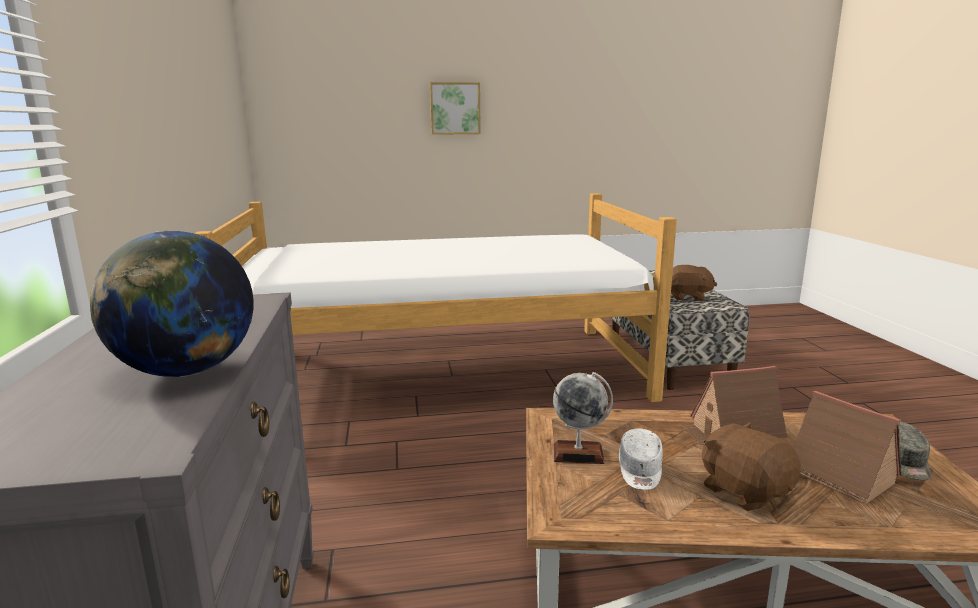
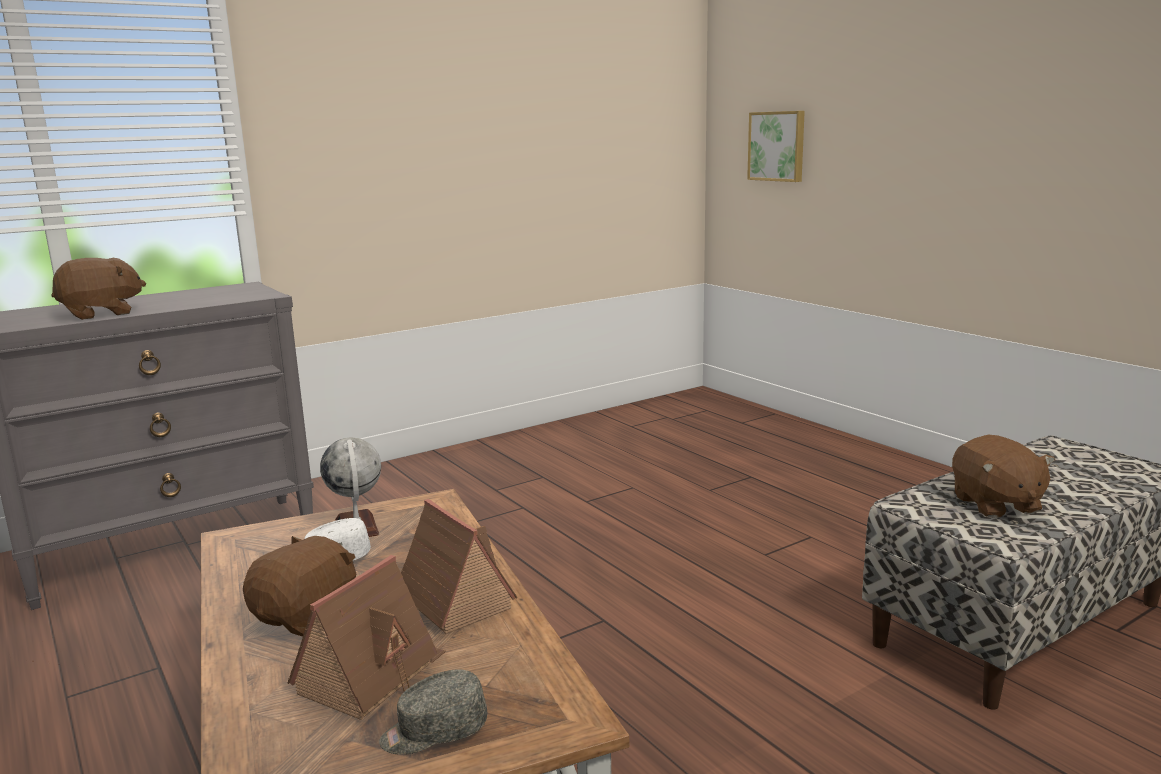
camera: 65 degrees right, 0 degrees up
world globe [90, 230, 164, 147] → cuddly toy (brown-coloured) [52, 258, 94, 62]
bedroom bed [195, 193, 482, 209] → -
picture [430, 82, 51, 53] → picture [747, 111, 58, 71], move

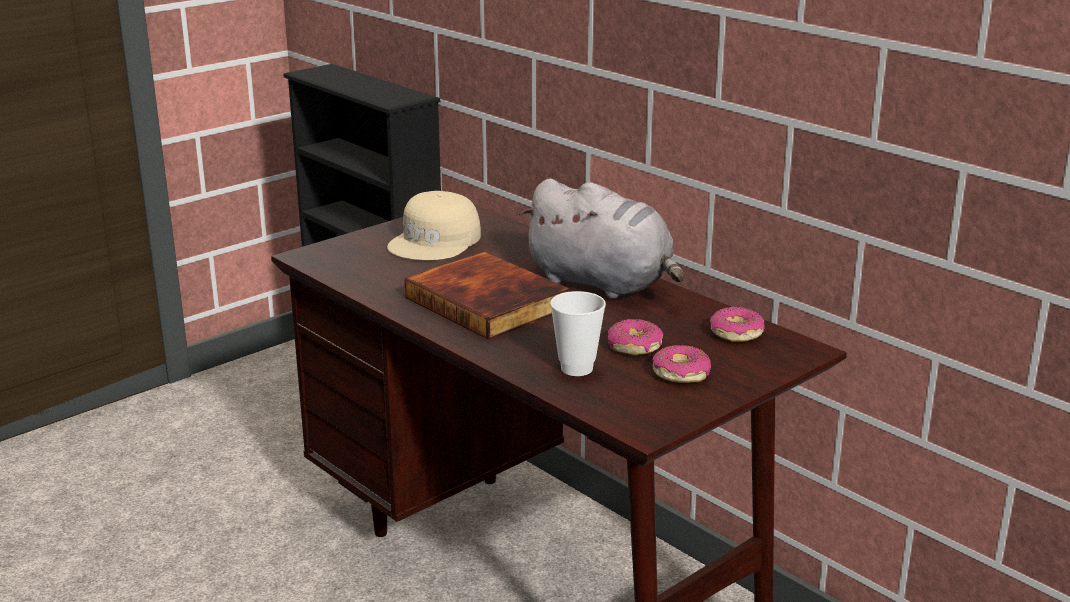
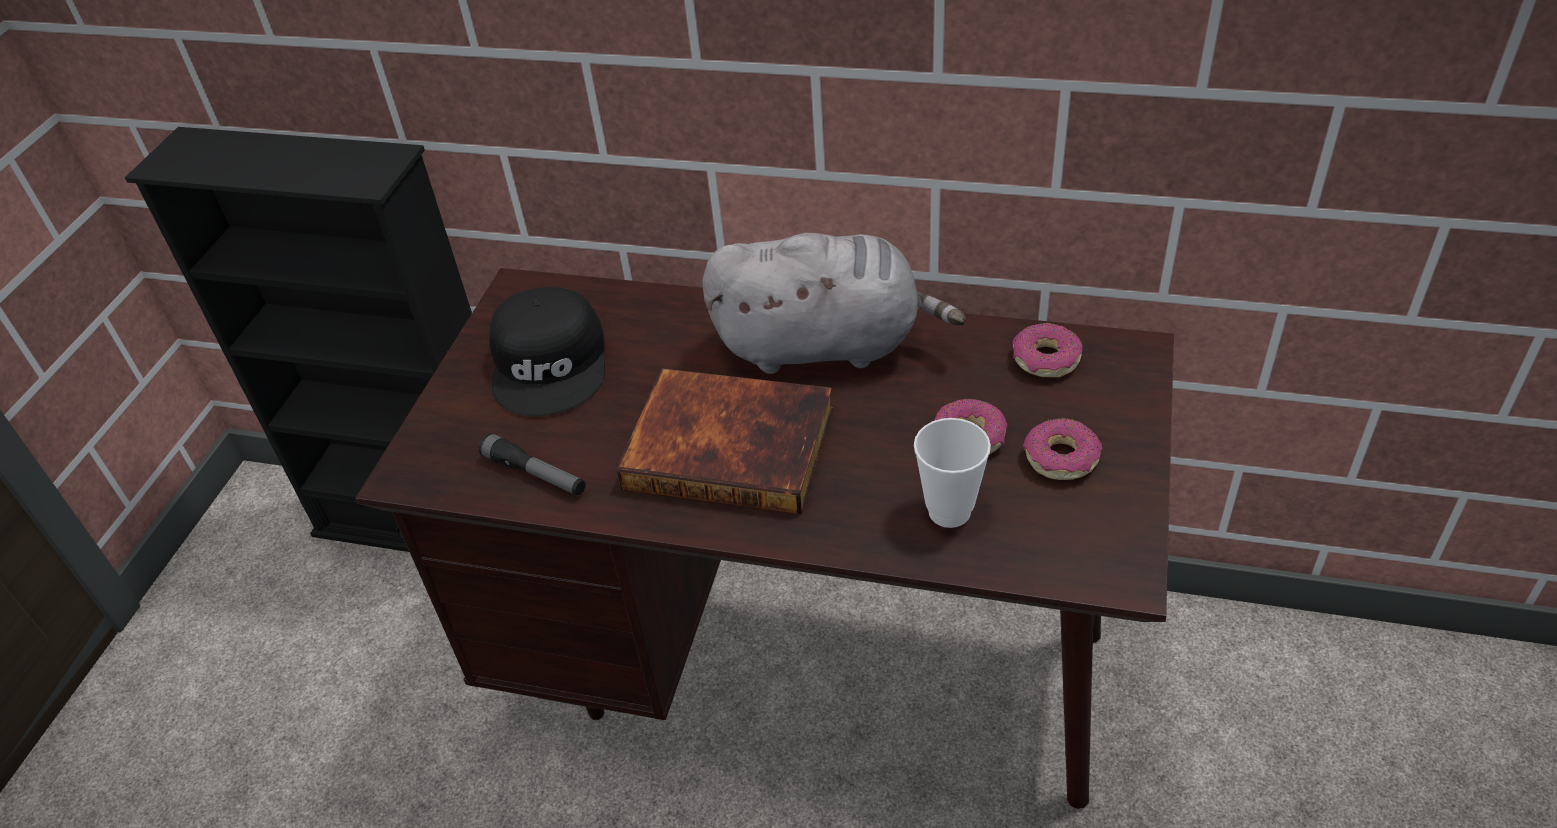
camera: 30 degrees left, 20 degrees up
cap (sand-coloured) [387, 191, 94, 69] → cap (blackish) [489, 287, 116, 129]
- → flashlight [479, 433, 107, 62]

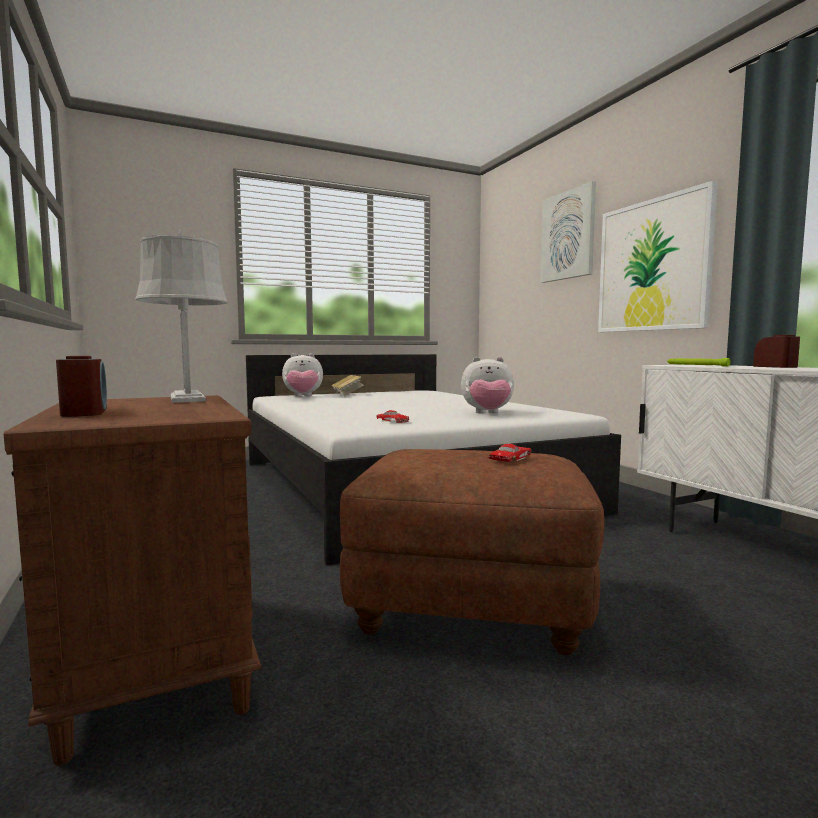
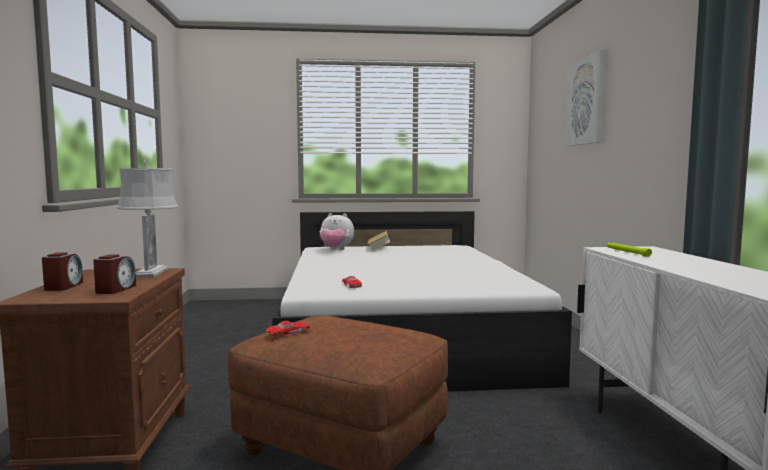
camera: 20 degrees right, 0 degrees up
cuddly toy [461, 357, 53, 56] → -
miniature car (red) [488, 444, 44, 18] → miniature car (red) [266, 321, 45, 15], move
picture [598, 181, 120, 151] → -
table clock [753, 335, 47, 33] → table clock [93, 254, 43, 40], move

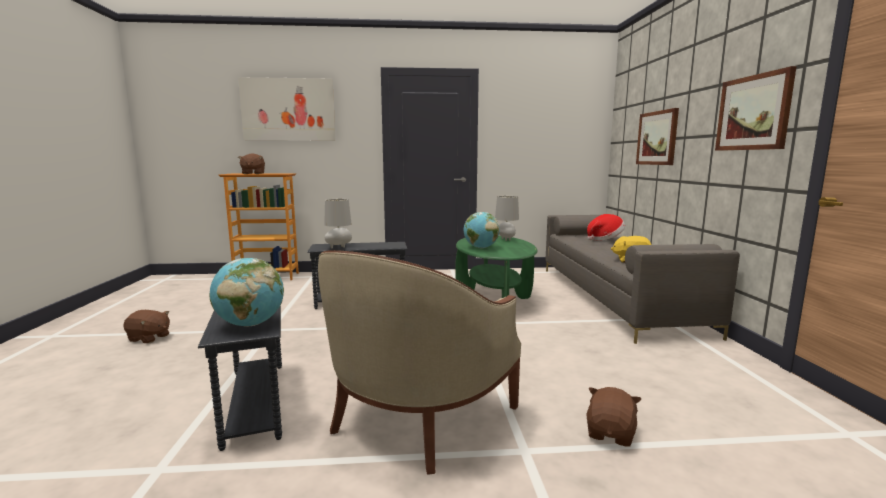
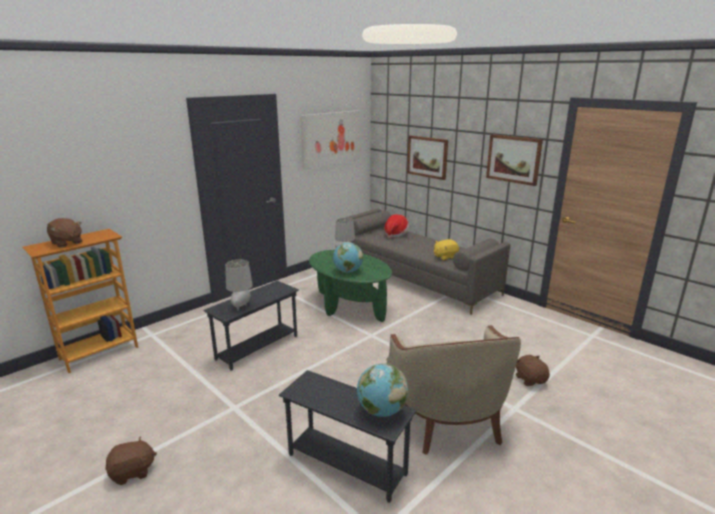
camera: 40 degrees left, 10 degrees up
picture [238, 77, 98, 64] → picture [301, 111, 59, 58], move

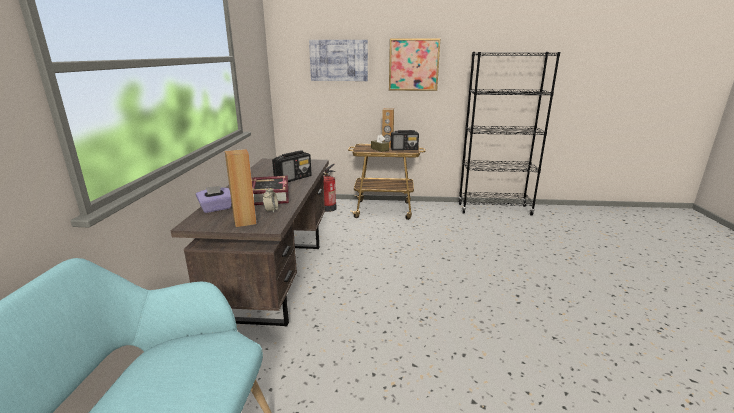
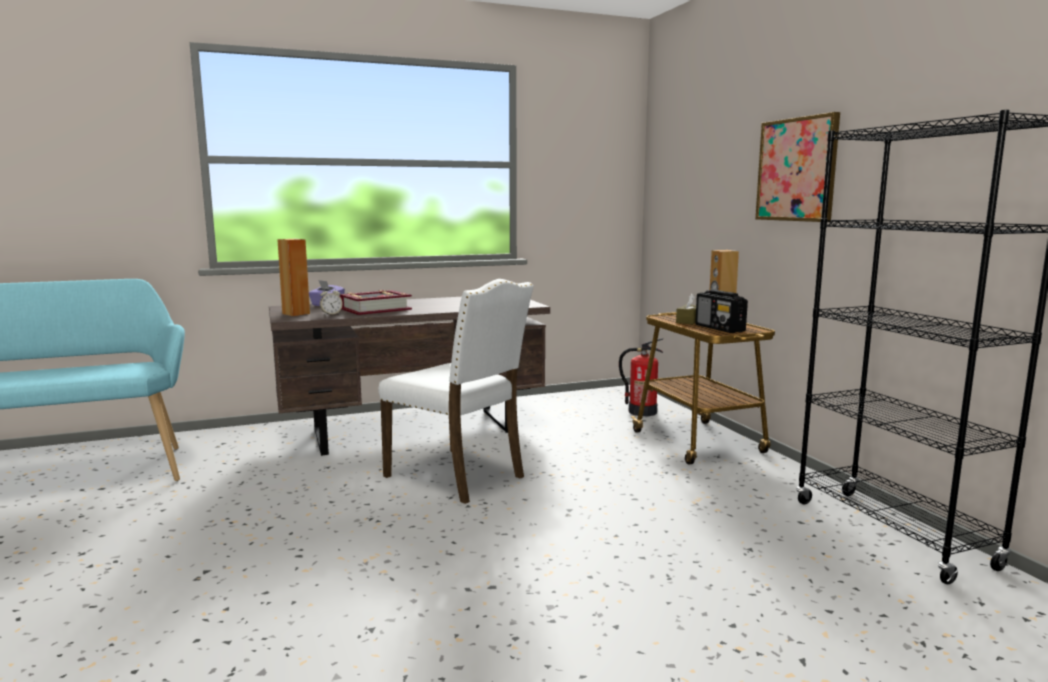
camera: 65 degrees right, 10 degrees down
radio receiver [272, 150, 39, 32] → -
picture [309, 40, 59, 41] → -
- → upright chair (white-coloured) [379, 279, 155, 225]

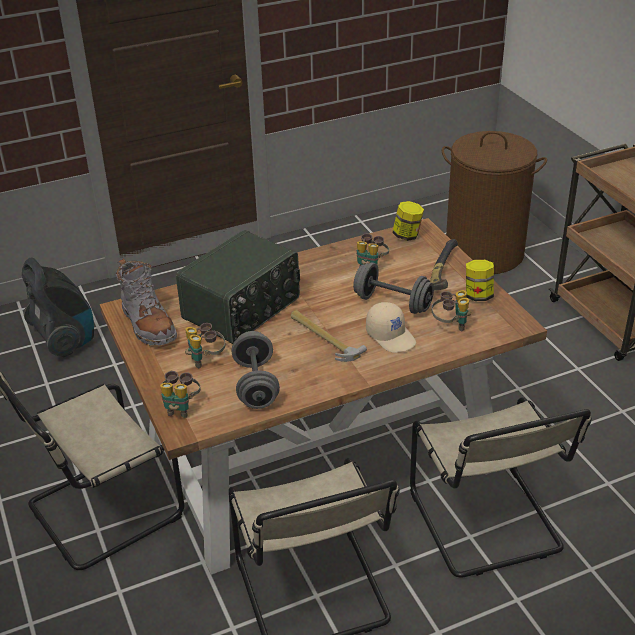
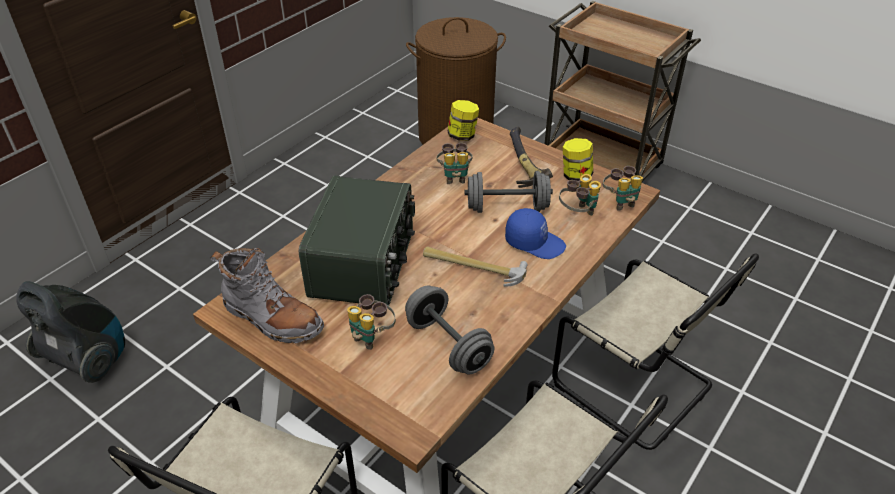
camera: 30 degrees left, 5 degrees up
binoculars [160, 371, 41, 47] → binoculars [603, 166, 40, 45], move
cap (sand-coloured) [366, 302, 50, 51] → cap (bluish) [505, 208, 61, 51]

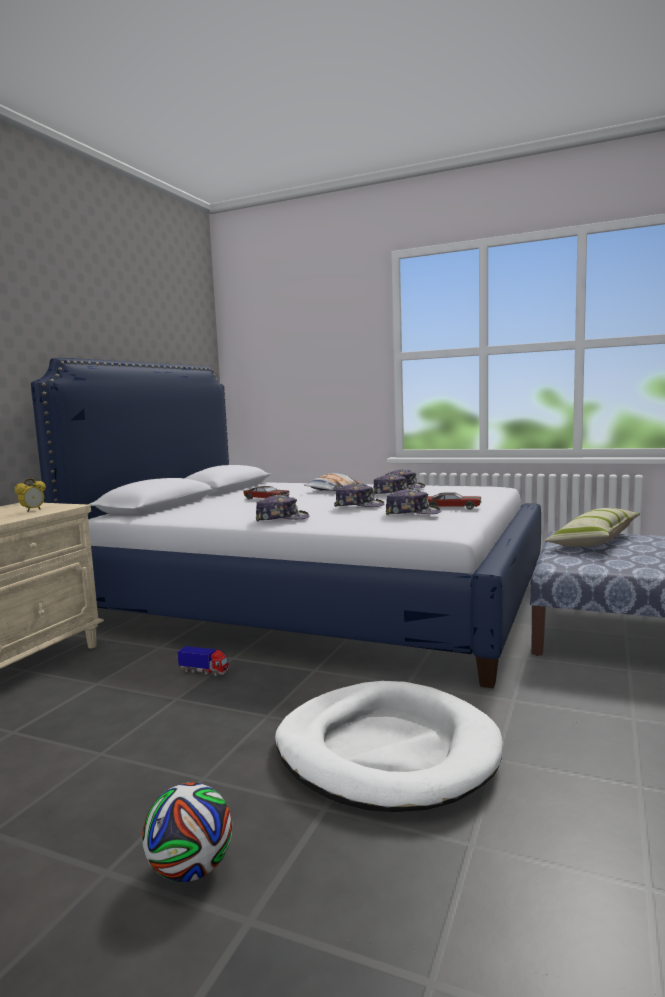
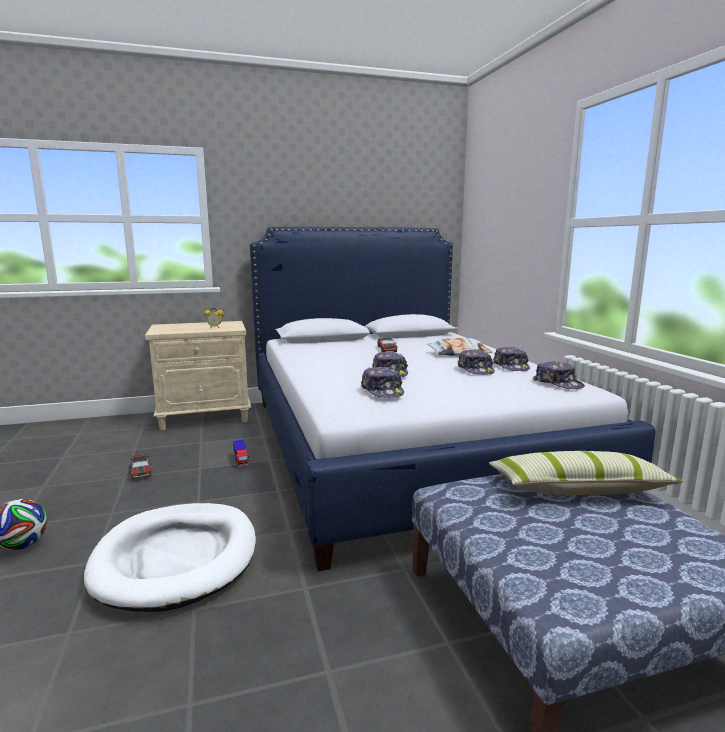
camera: 50 degrees right, 5 degrees up
cap [256, 495, 53, 27] → cap [534, 361, 51, 28], move
miniature car [426, 492, 56, 17] → miniature car [129, 454, 22, 25], move

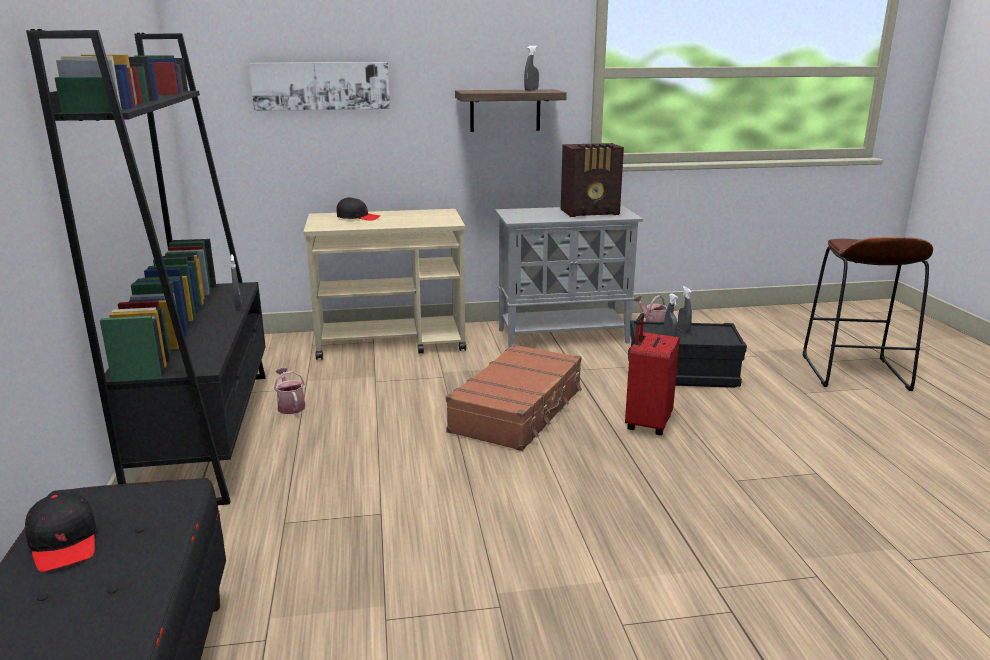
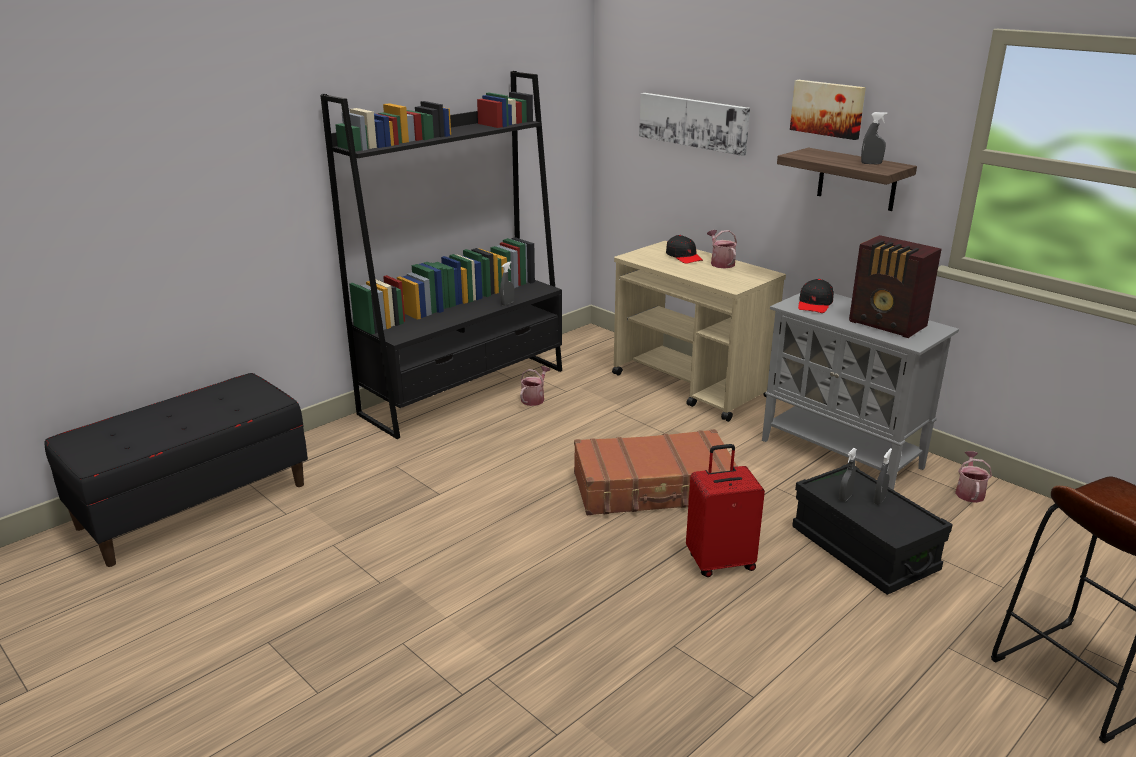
camera: 55 degrees right, 5 degrees up
cap (blackish) [25, 492, 71, 80] → cap (blackish) [798, 279, 36, 34], move
- → watering pot [707, 230, 30, 38]
- → picture [790, 80, 76, 60]

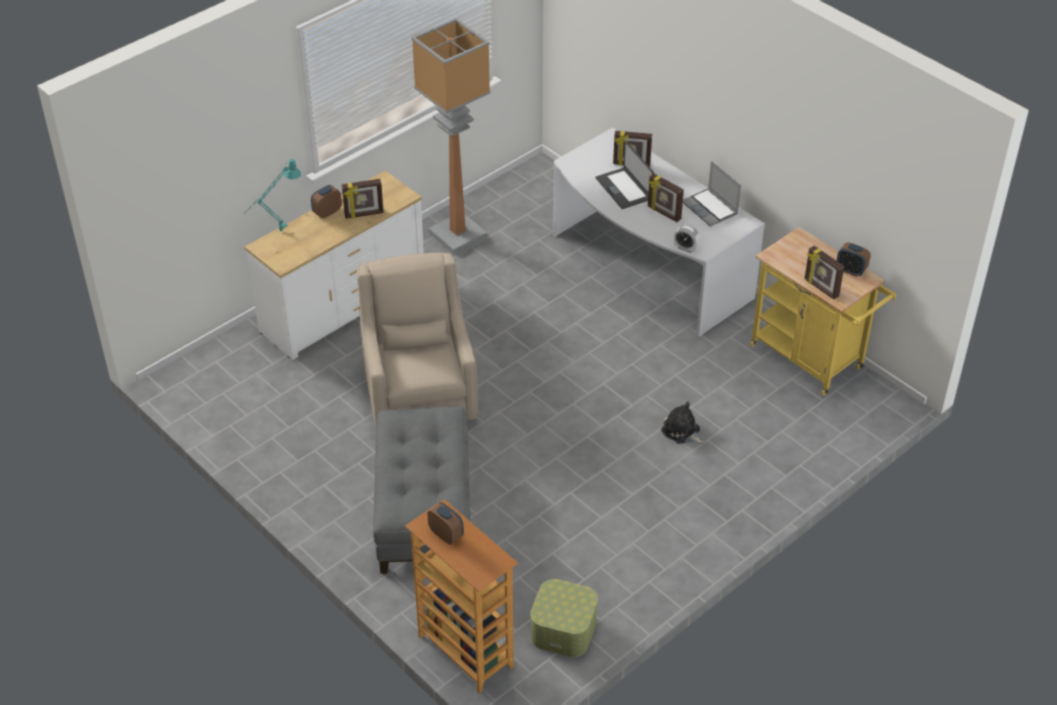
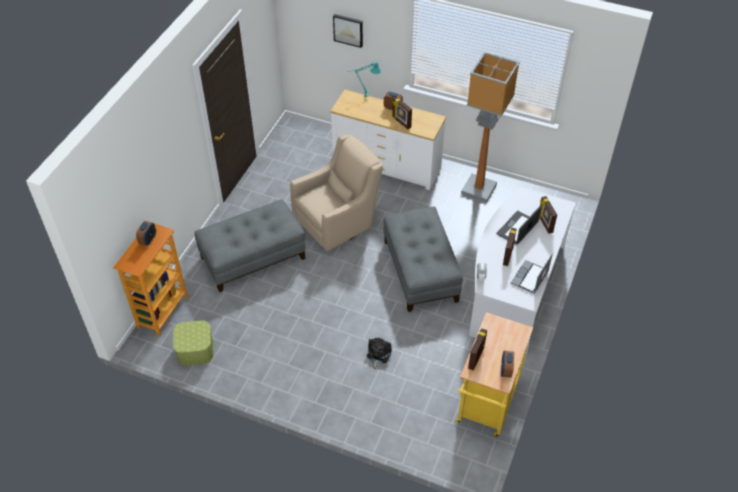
camera: 65 degrees right, 5 degrees up
- → picture [333, 14, 30, 34]
- → footrest (grey) [384, 207, 79, 105]

